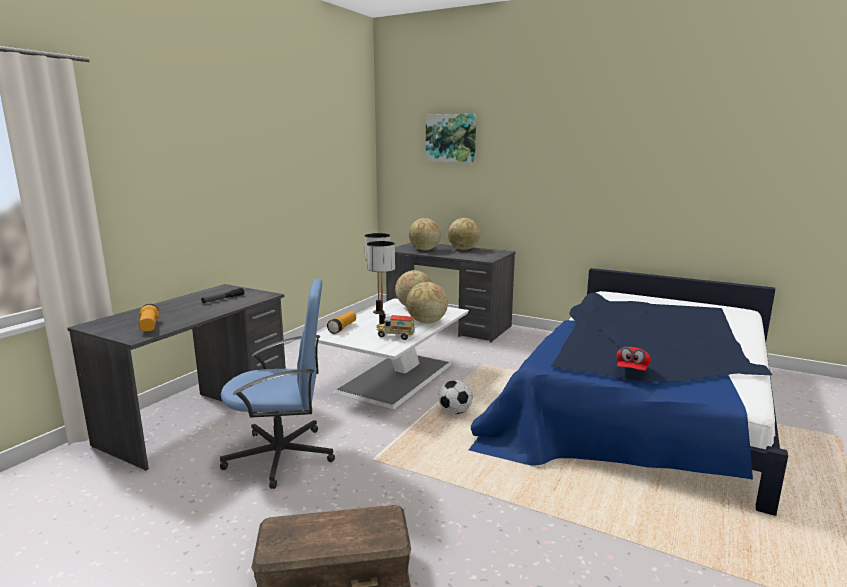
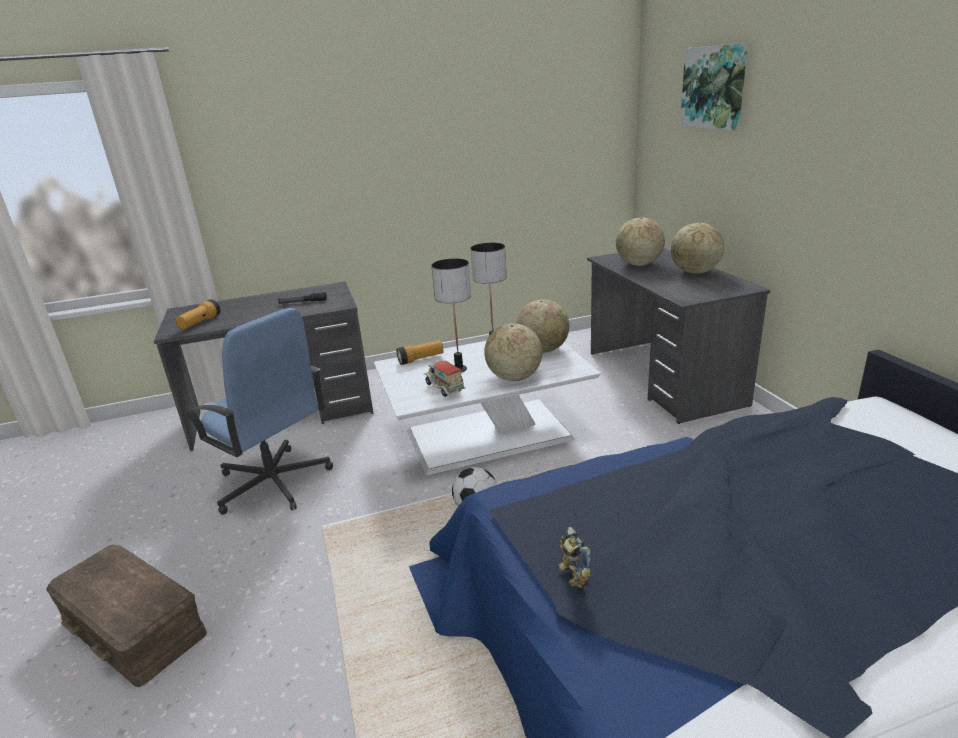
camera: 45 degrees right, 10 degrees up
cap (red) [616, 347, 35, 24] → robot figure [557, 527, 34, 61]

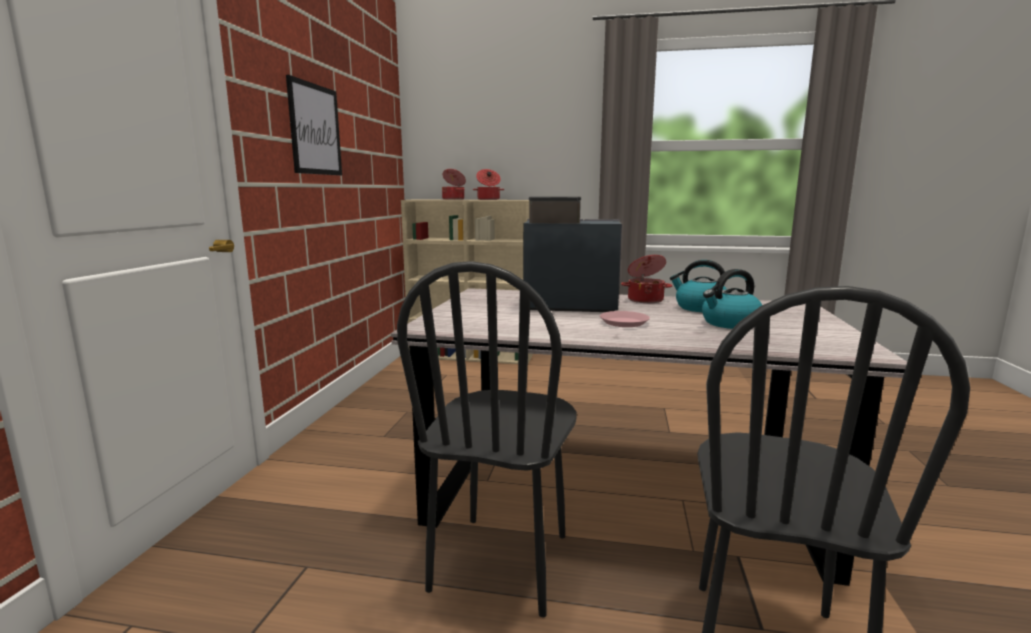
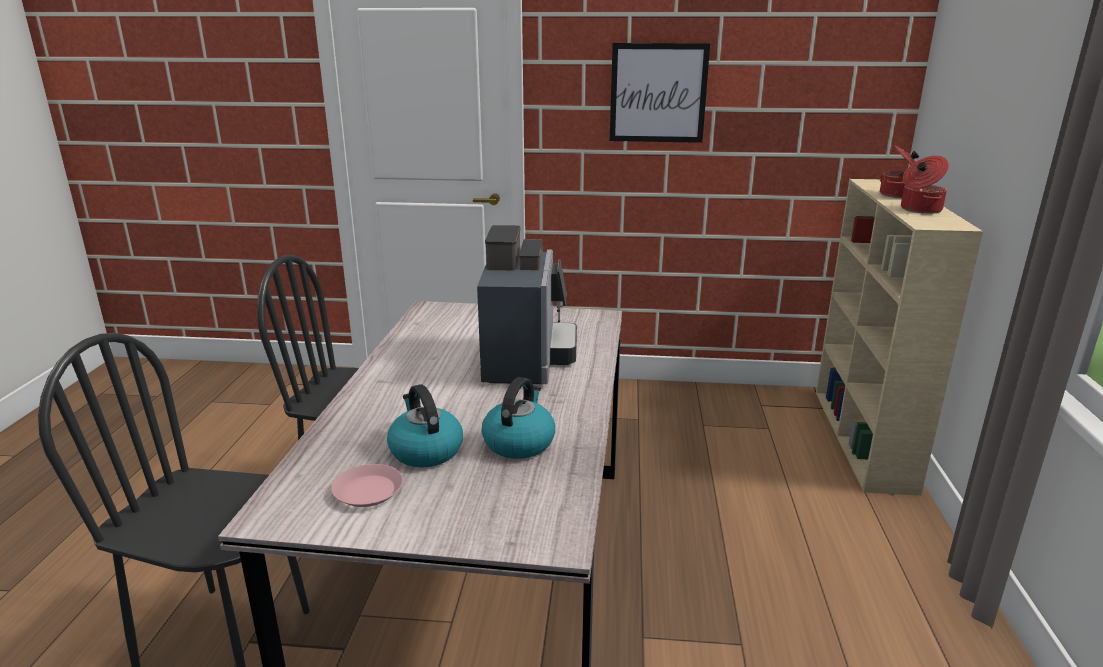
camera: 85 degrees right, 10 degrees up
plate (pink-coloured) [600, 311, 50, 16] → plate (pink-coloured) [331, 464, 72, 43], move
cooking pot [621, 255, 51, 48] → -

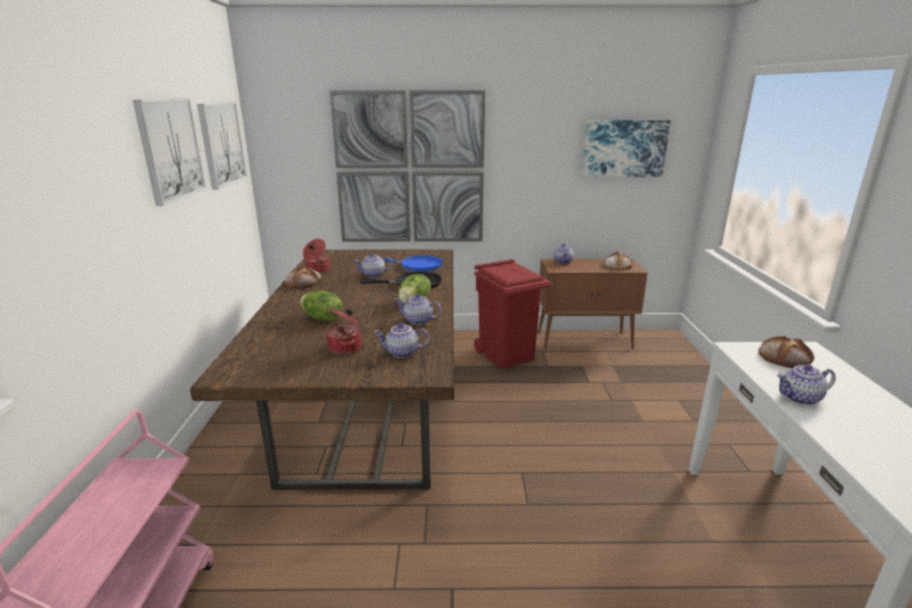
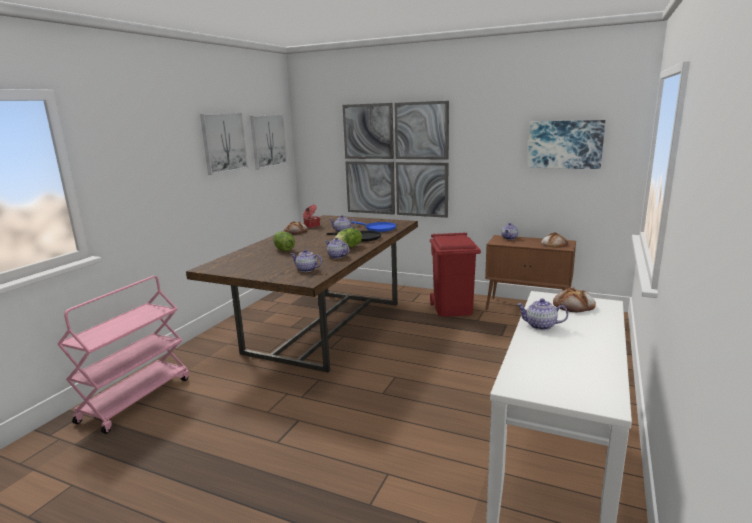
camera: 25 degrees right, 5 degrees down
cooking pot [326, 308, 36, 46] → -

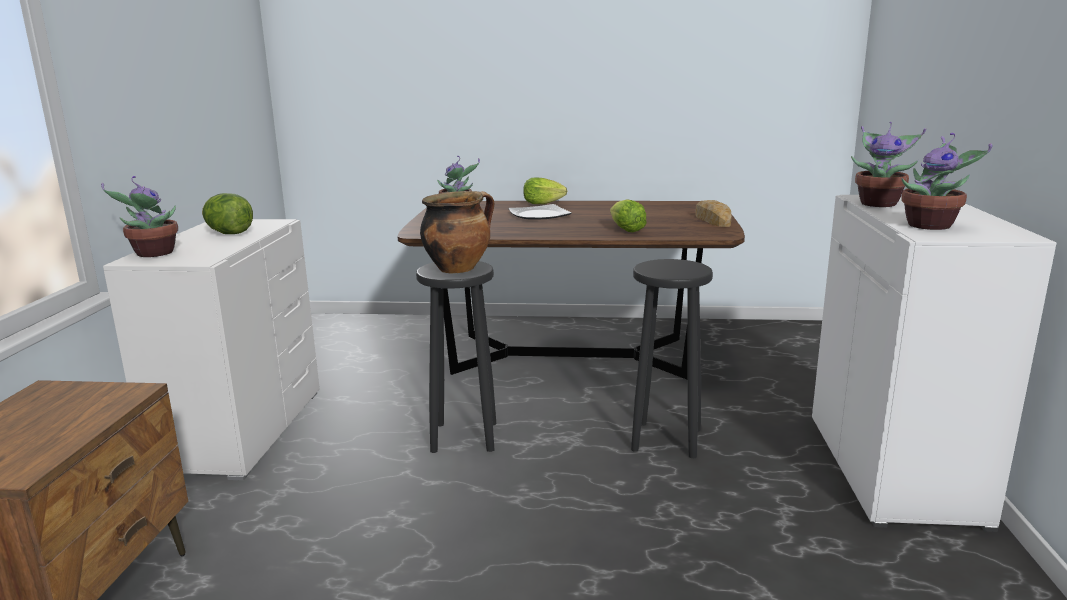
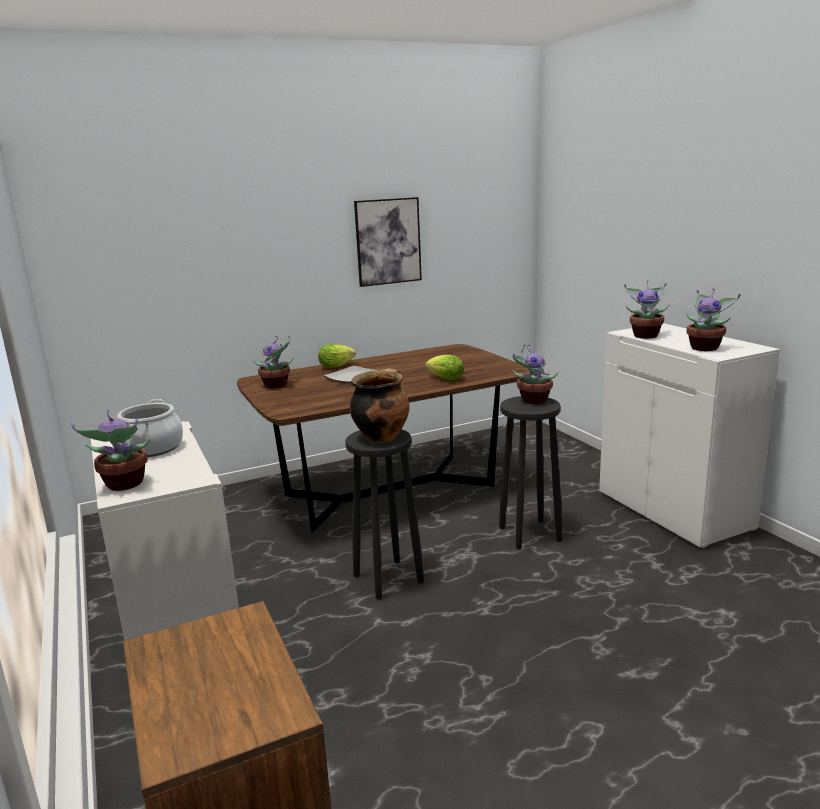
camera: 30 degrees left, 0 degrees up
lettuce head [202, 193, 51, 41] → cooking pot [117, 399, 66, 58]
bakery bread [695, 200, 37, 27] → -
- → picture [354, 197, 68, 90]
- → plant in a pot [512, 344, 47, 60]

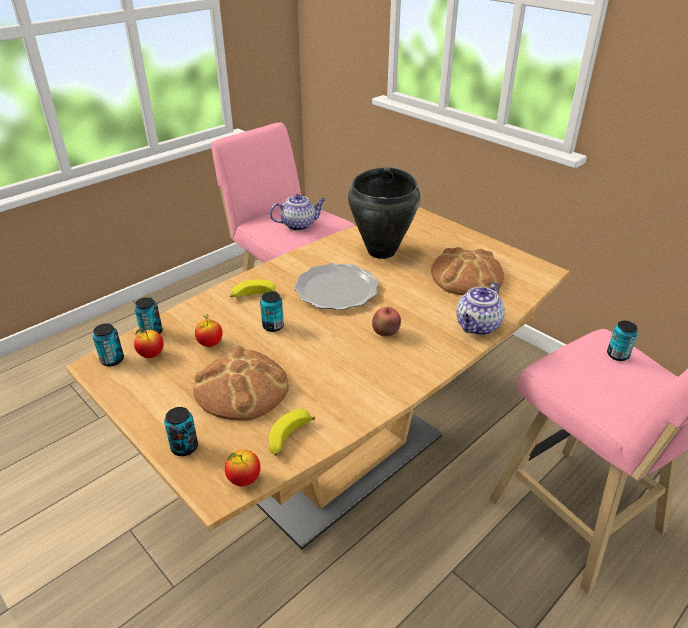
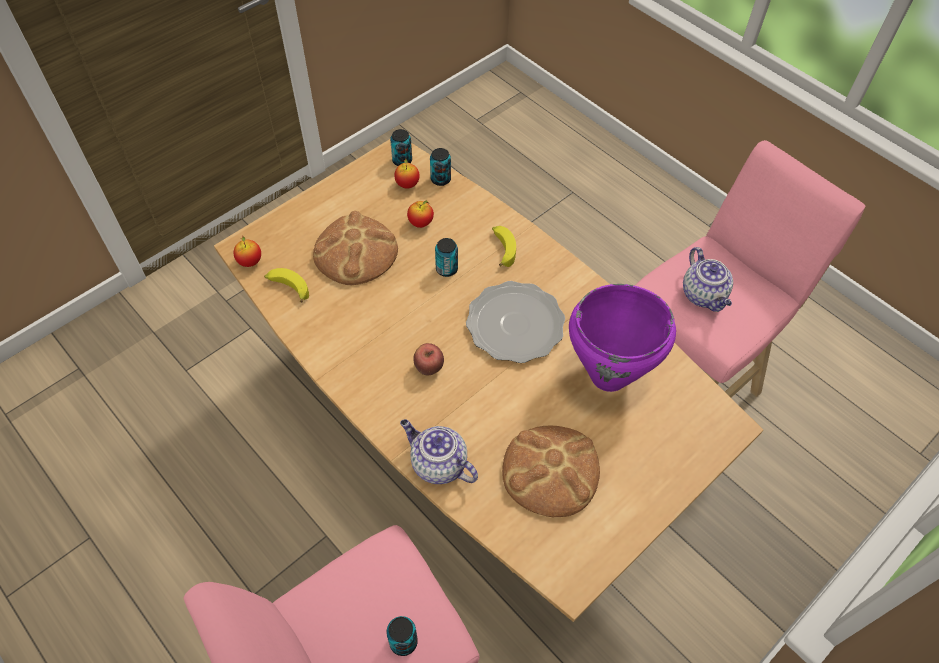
camera: 90 degrees right, 20 degrees up
sealed can [164, 407, 34, 49] → -
cooking pot (blackish) [348, 167, 72, 92] → cooking pot (purplish) [569, 284, 107, 108]

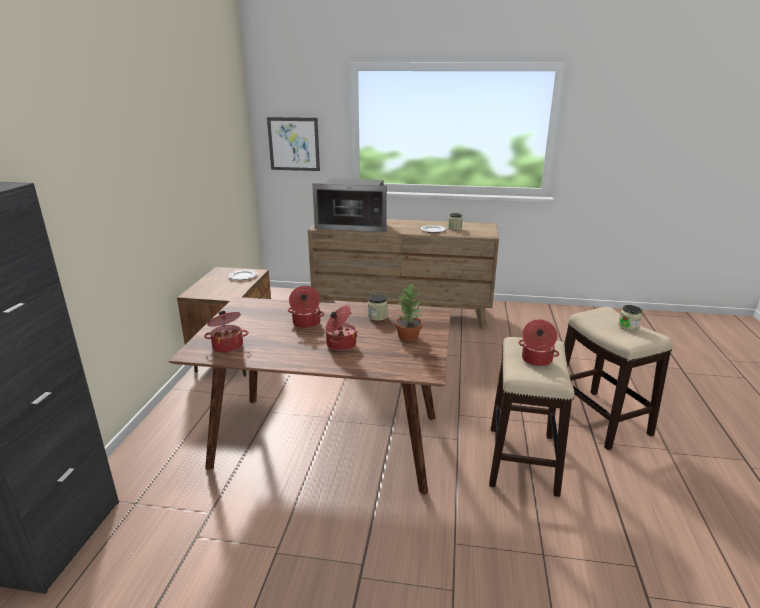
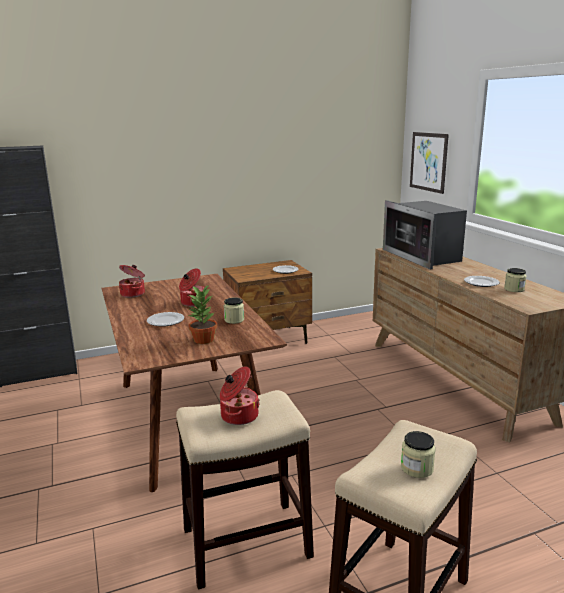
camera: 60 degrees right, 5 degrees down
cooking pot [326, 305, 31, 46] → plate [147, 312, 37, 15]

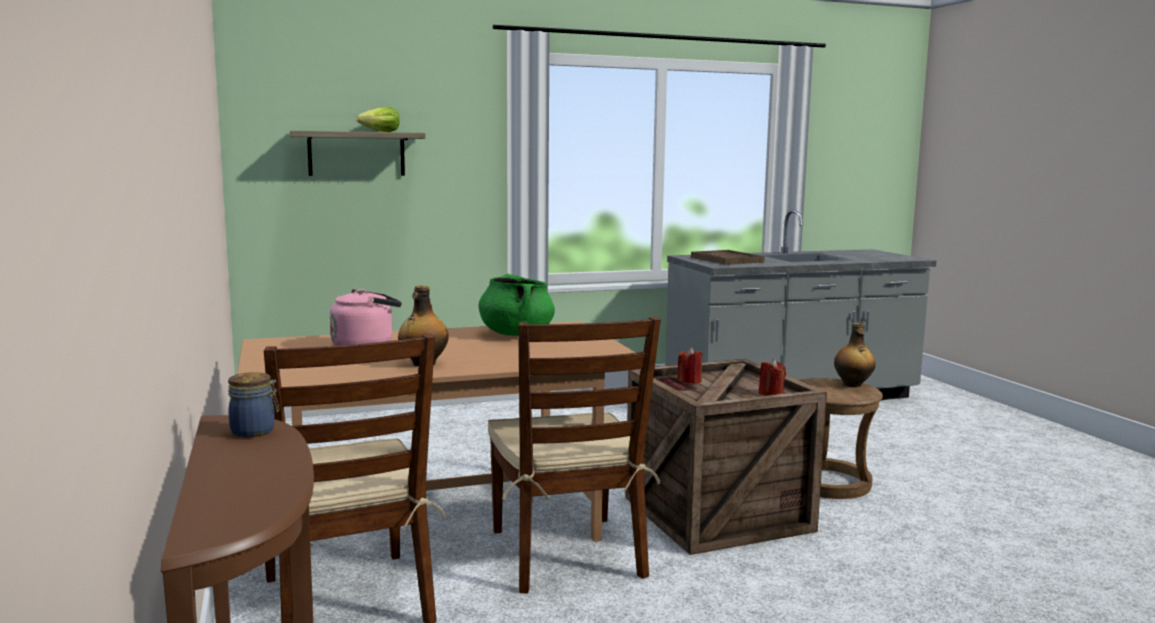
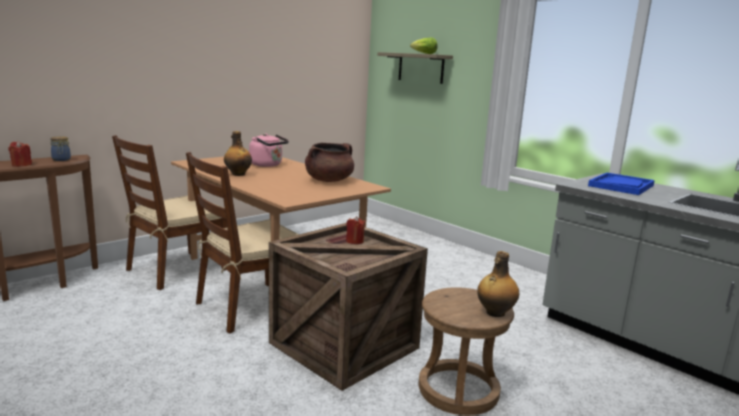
camera: 65 degrees right, 5 degrees up
cooking pot (green-coloured) [479, 274, 76, 62] → cooking pot (brown-coloured) [305, 143, 49, 39]
serving tray (brown-coloured) [691, 250, 74, 15] → serving tray (bluish) [588, 173, 67, 22]
wax light (red) [759, 359, 27, 37] → wax light (red) [8, 141, 24, 26], move

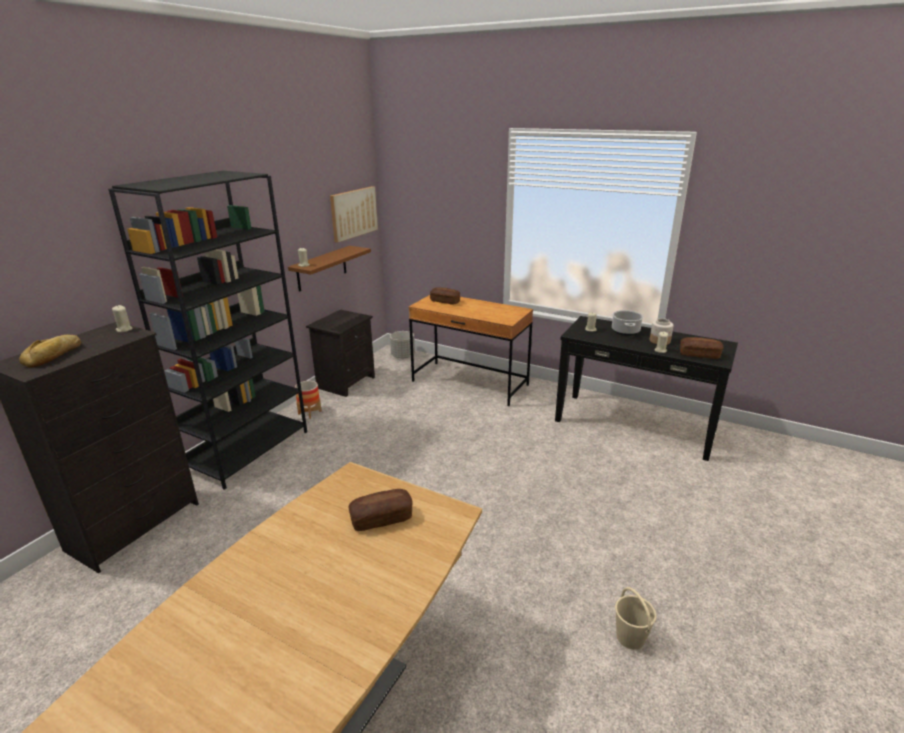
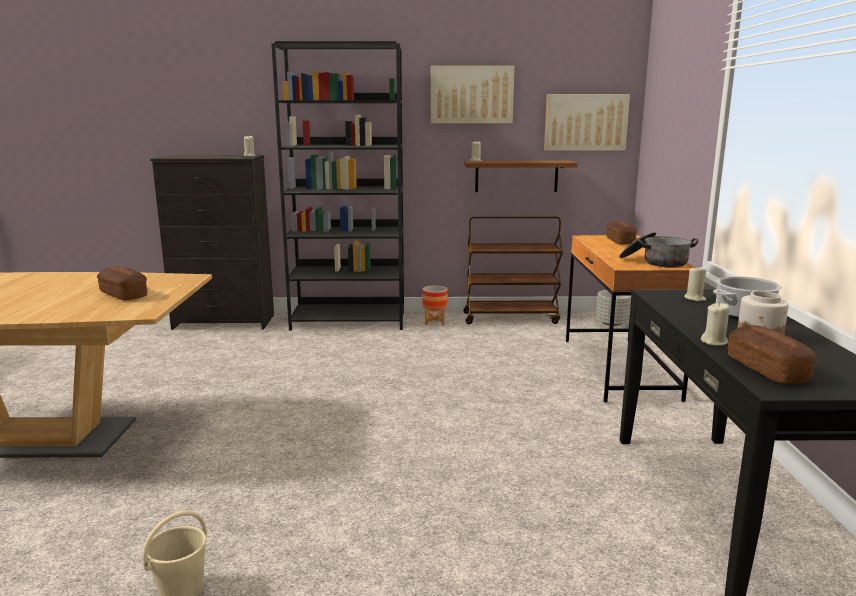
camera: 60 degrees right, 10 degrees down
bakery bread [19, 335, 62, 33] → -
nightstand (blackish) [306, 310, 69, 87] → cart (brown-coloured) [463, 216, 100, 108]
- → picture [431, 65, 84, 58]
- → cooking pot [619, 232, 79, 36]

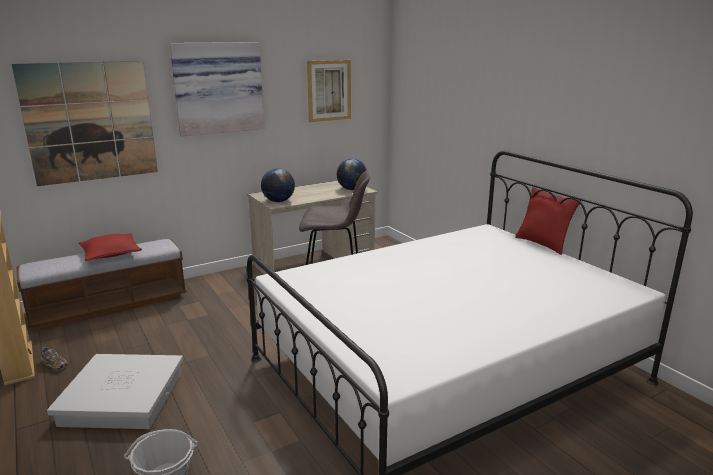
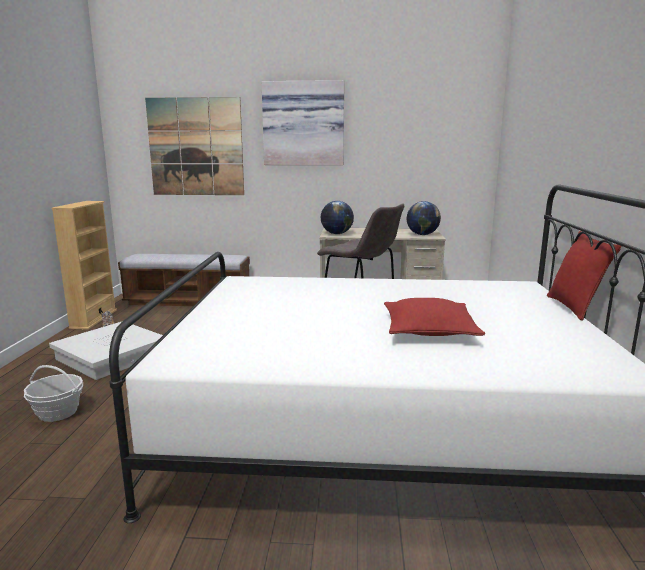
camera: 35 degrees right, 5 degrees down
pillow (red) [79, 233, 63, 28] → pillow (red) [384, 298, 101, 38], move
picture [307, 60, 44, 62] → -

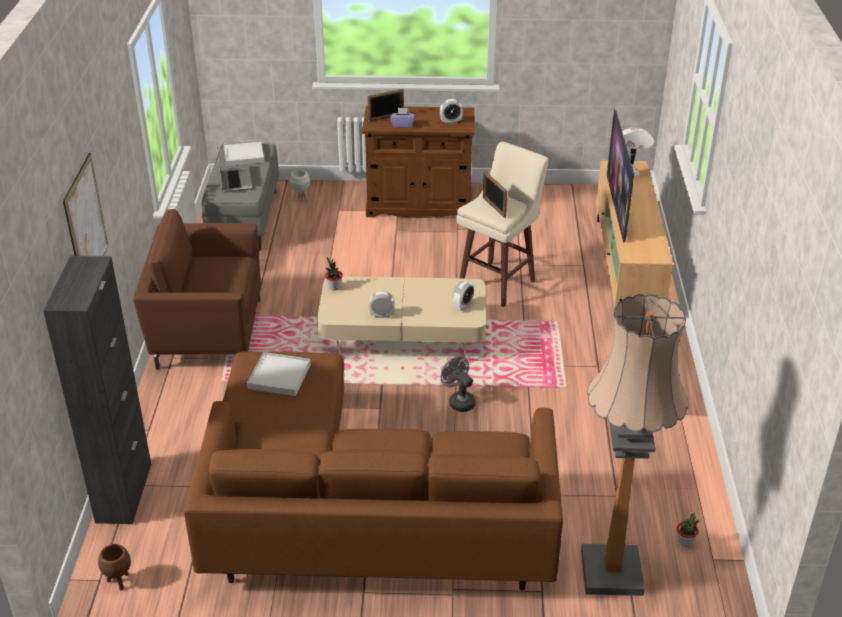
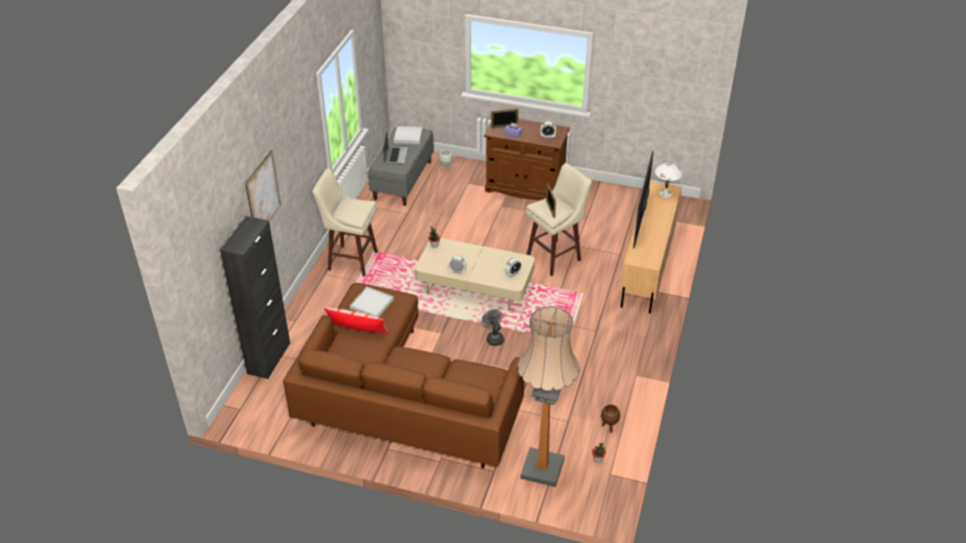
camera: 15 degrees right, 5 degrees up
flower pot (brown-coloured) [98, 544, 33, 46] → flower pot (brown-coloured) [601, 404, 19, 29], move
armchair (brown-coloured) [133, 209, 128, 161] → stool seat (sand-coloured) [312, 168, 66, 109]
- → pillow [324, 308, 64, 25]

